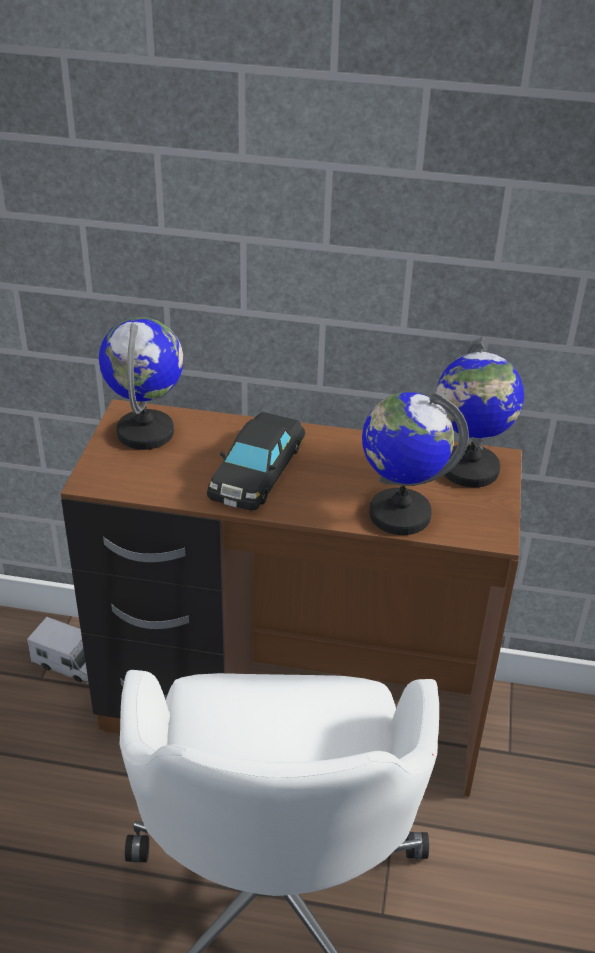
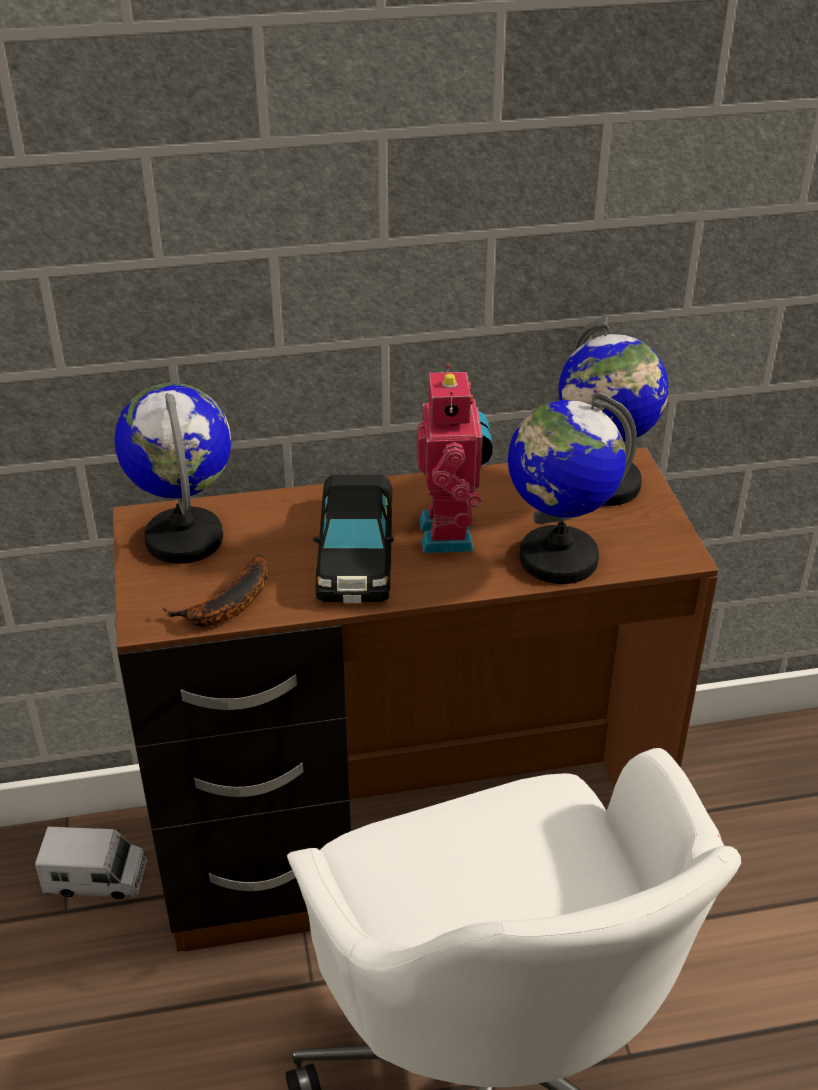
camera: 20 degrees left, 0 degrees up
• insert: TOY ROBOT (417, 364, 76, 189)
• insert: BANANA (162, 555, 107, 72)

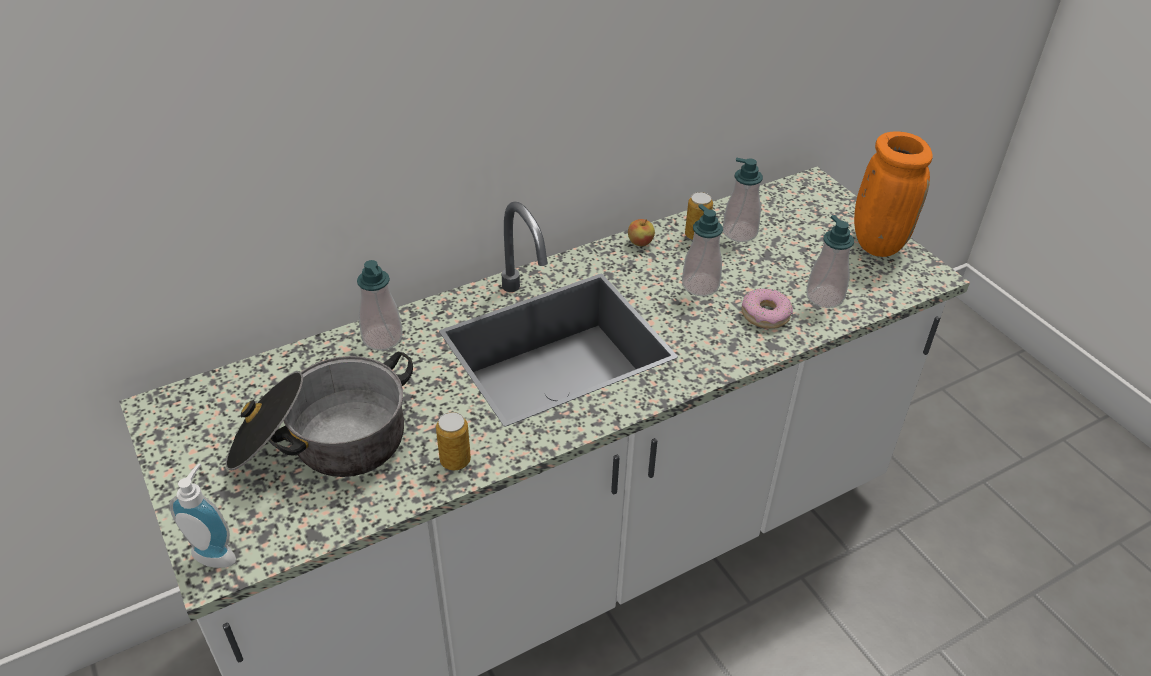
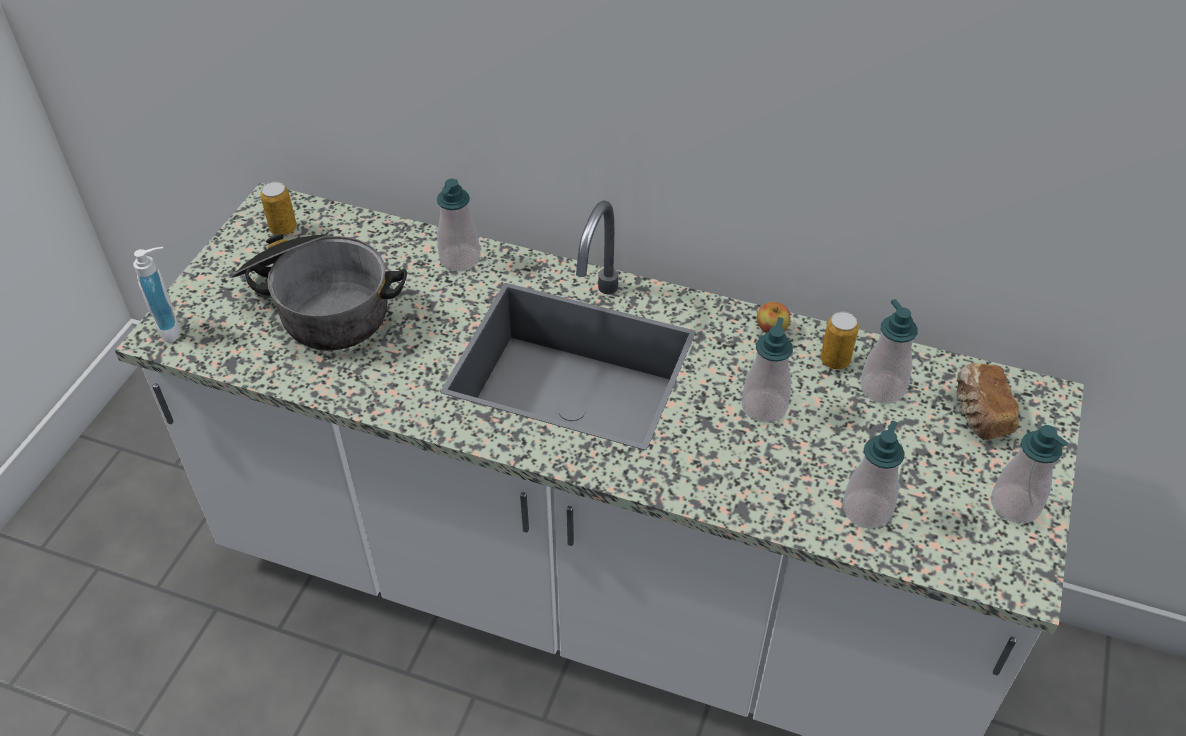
camera: 50 degrees right, 5 degrees up
• replace: ORANGE VASE (854, 131, 79, 126) to SOAP DISPENSER (991, 425, 77, 99)
• delete: DONUT (741, 288, 52, 41)
• move: CAN (436, 412, 35, 58) to (260, 182, 37, 54)
• insert: BREAD (957, 363, 62, 77)

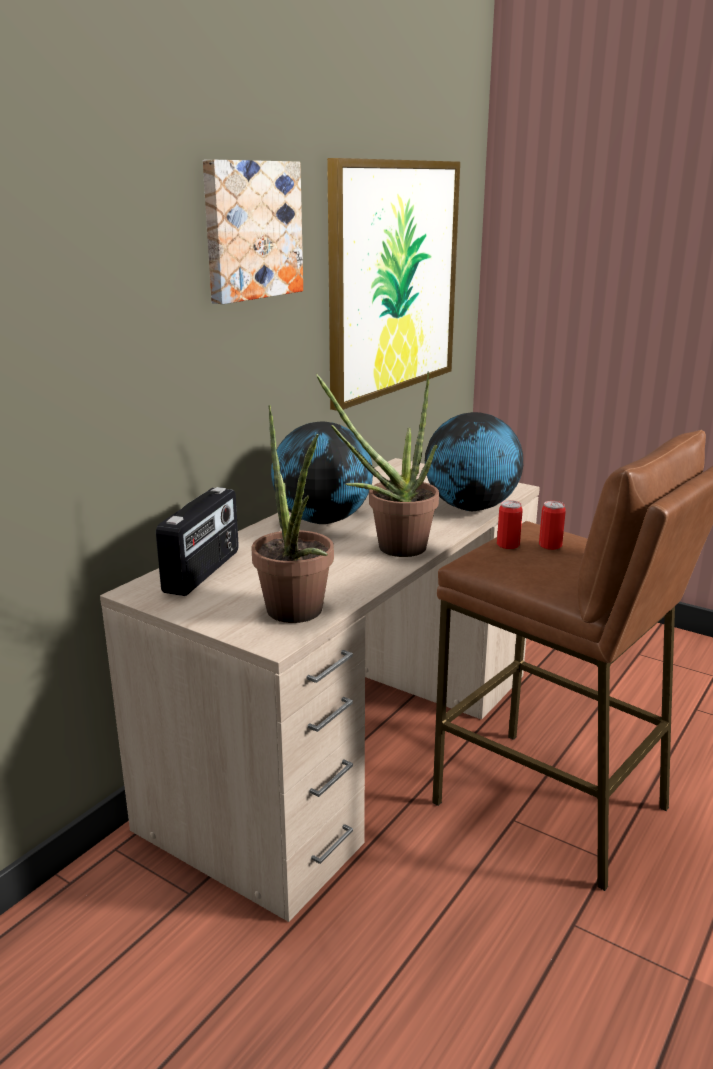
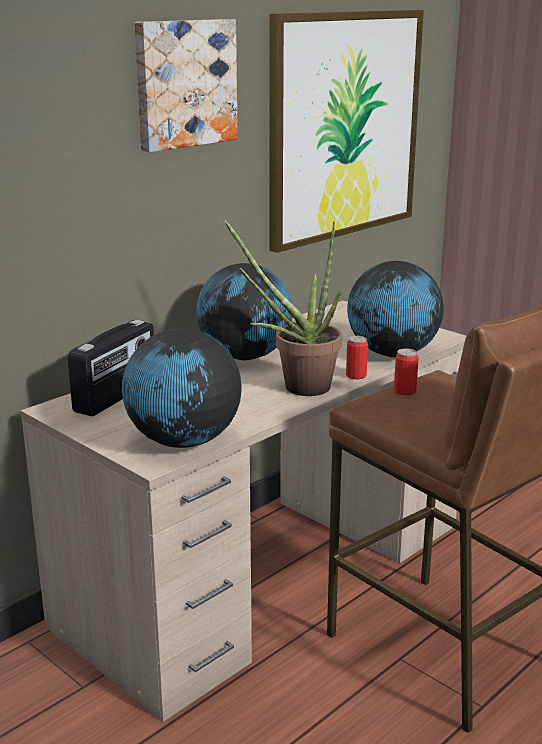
camera: 10 degrees right, 0 degrees up
• replace: POTTED PLANT (251, 405, 83, 218) to GLOBE (122, 328, 120, 120)
• move: CAN (539, 501, 27, 49) to (346, 336, 22, 43)

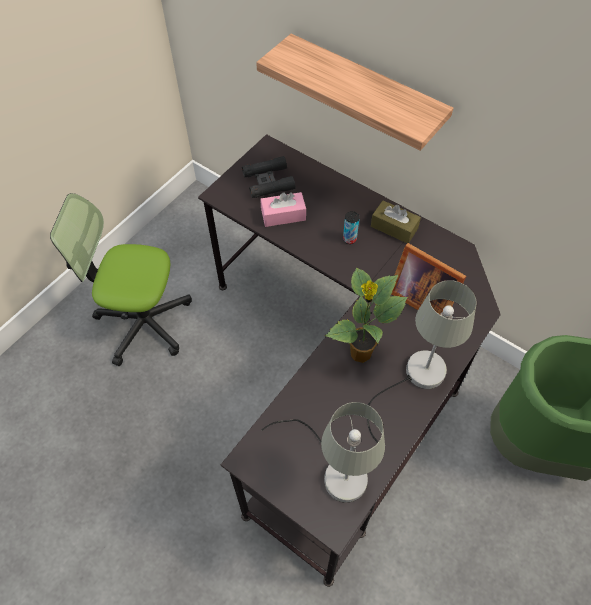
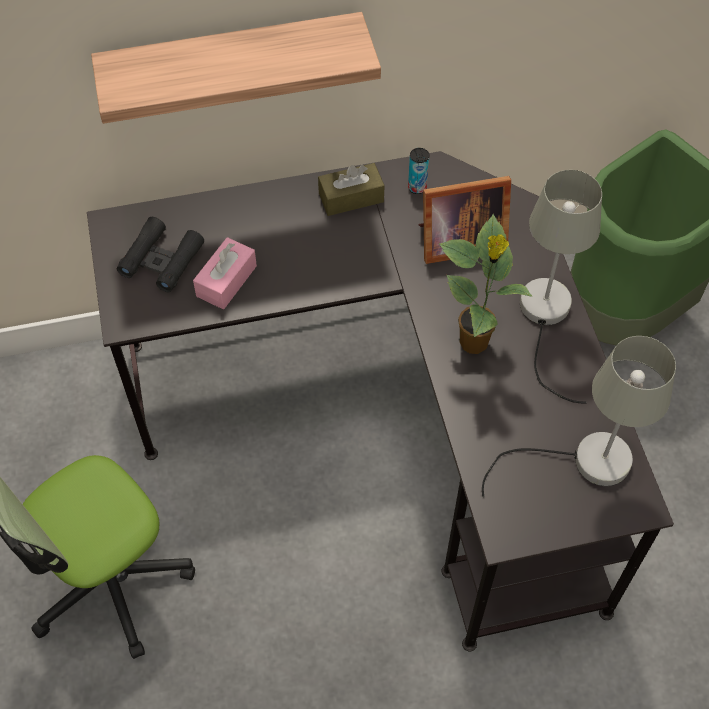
camera: 50 degrees left, 0 degrees up
• move: CAN (343, 211, 16, 33) to (408, 148, 21, 46)

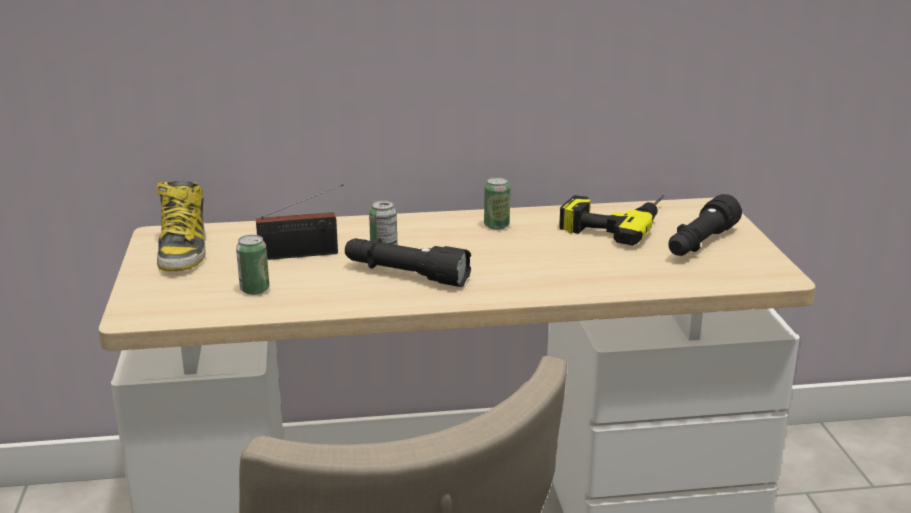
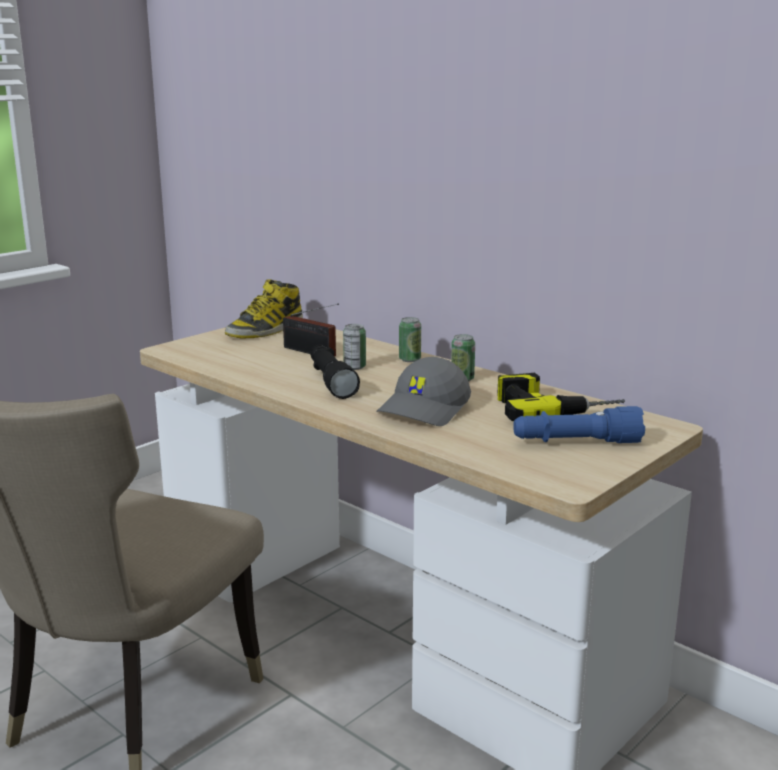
camera: 50 degrees right, 5 degrees down
• recolor: BLACK FLASHLIGHT (668, 194, 74, 62) to BLUE FLASHLIGHT (513, 406, 132, 37)
• move: CAN (236, 235, 33, 60) to (399, 317, 22, 45)
• insert: GREY CAP (376, 357, 95, 69)

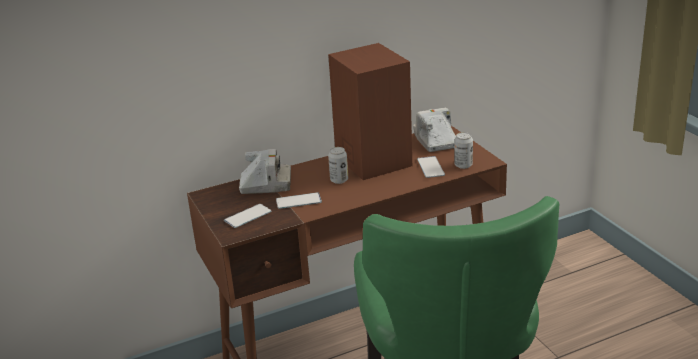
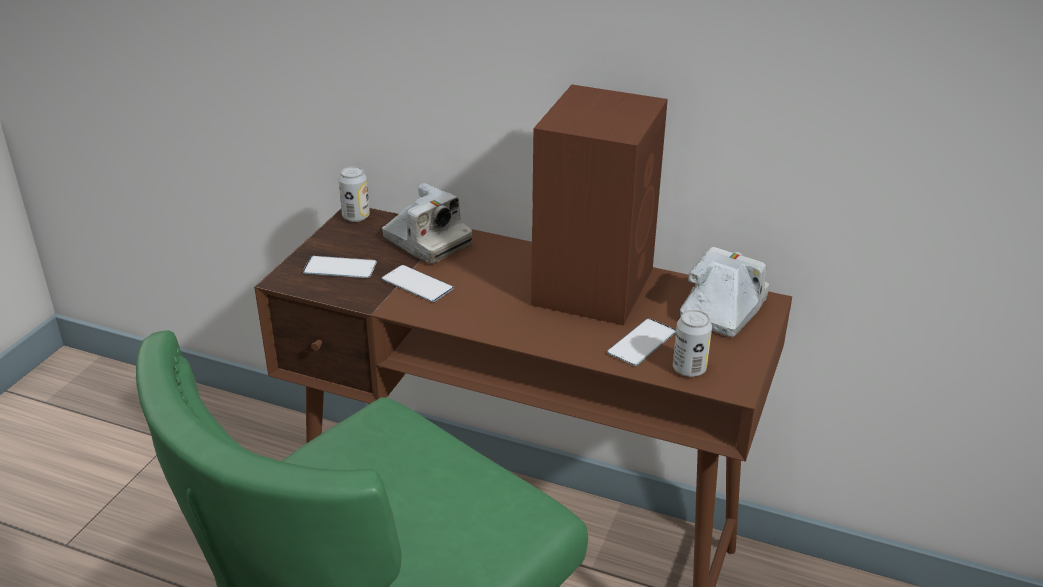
camera: 45 degrees right, 5 degrees up
• move: CAN (328, 147, 20, 37) to (338, 166, 32, 56)

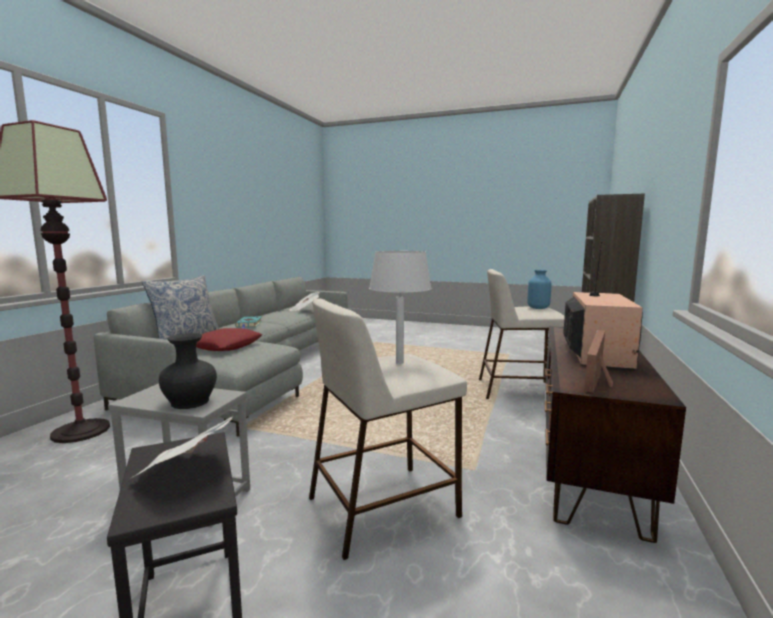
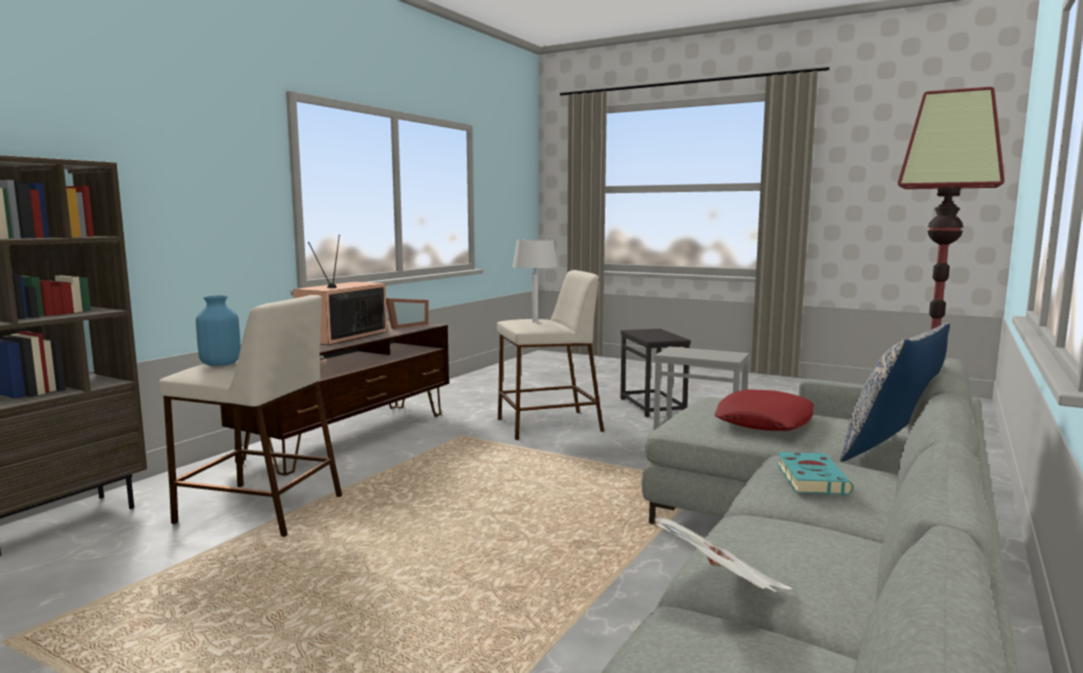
camera: 170 degrees left, 0 degrees up
• delete: BLACK VASE (159, 333, 58, 76)
• delete: NEWSPAPER (131, 416, 102, 62)

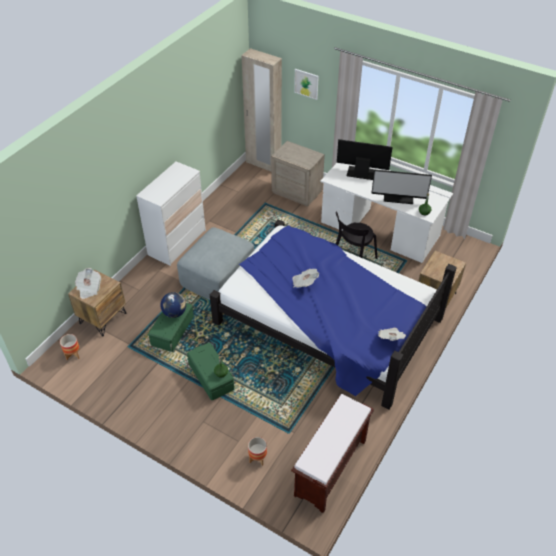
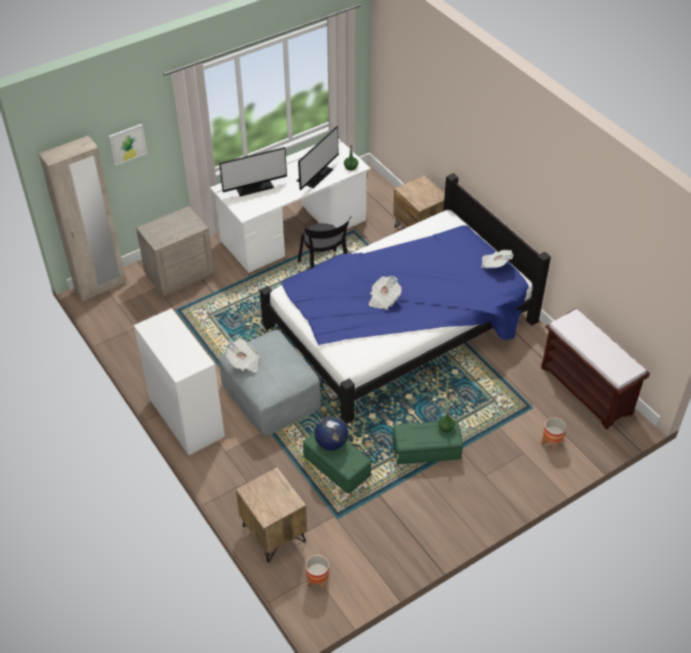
camera: 65 degrees left, 0 degrees up
• rotate: MONITOR (337, 139, 56, 41) = (219, 147, 68, 49) 150 degrees counterclockwise
• move: NEWSPAPER (75, 268, 26, 31) to (226, 340, 34, 32)

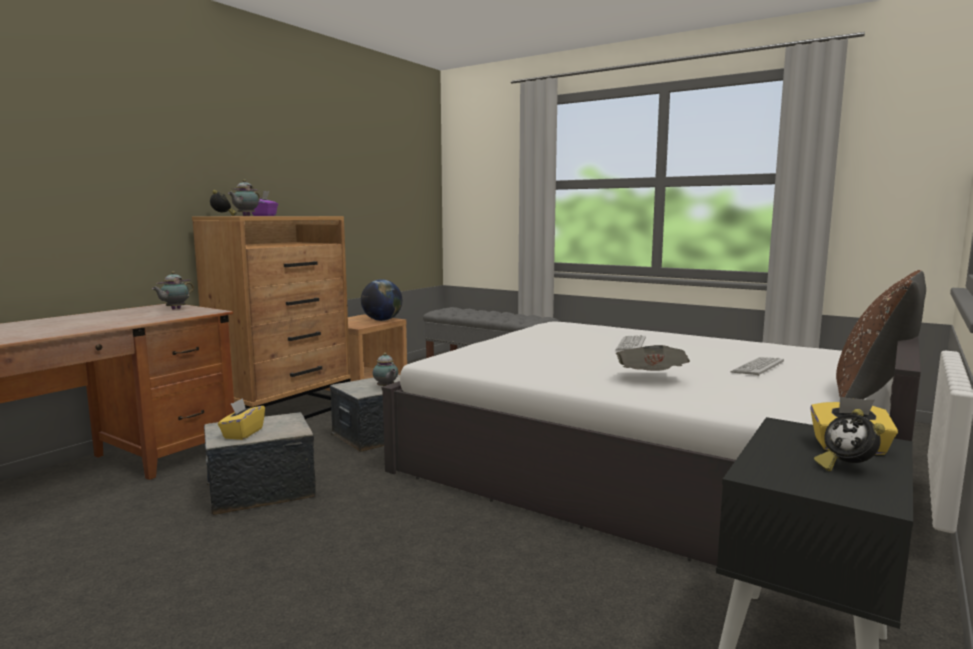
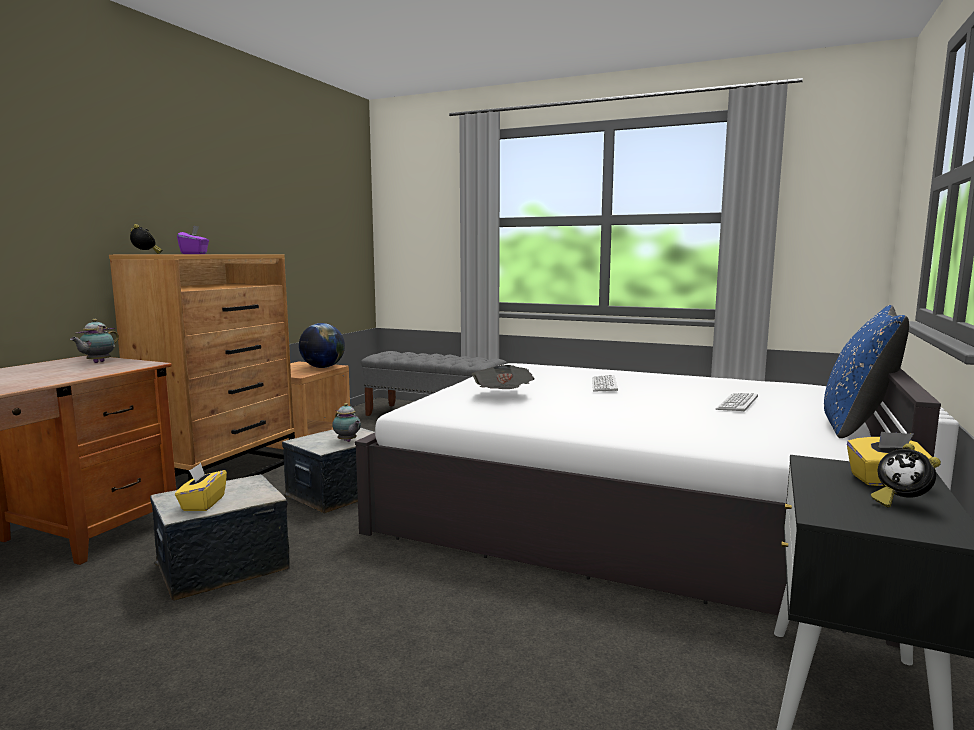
camera: 10 degrees left, 0 degrees up
• delete: TEAPOT (228, 180, 32, 36)
• recolor: BROWN PILLOW (836, 270, 90, 129) to BLUE PILLOW (824, 305, 85, 133)
• move: NEWSPAPER (616, 345, 74, 26) to (472, 365, 63, 24)

